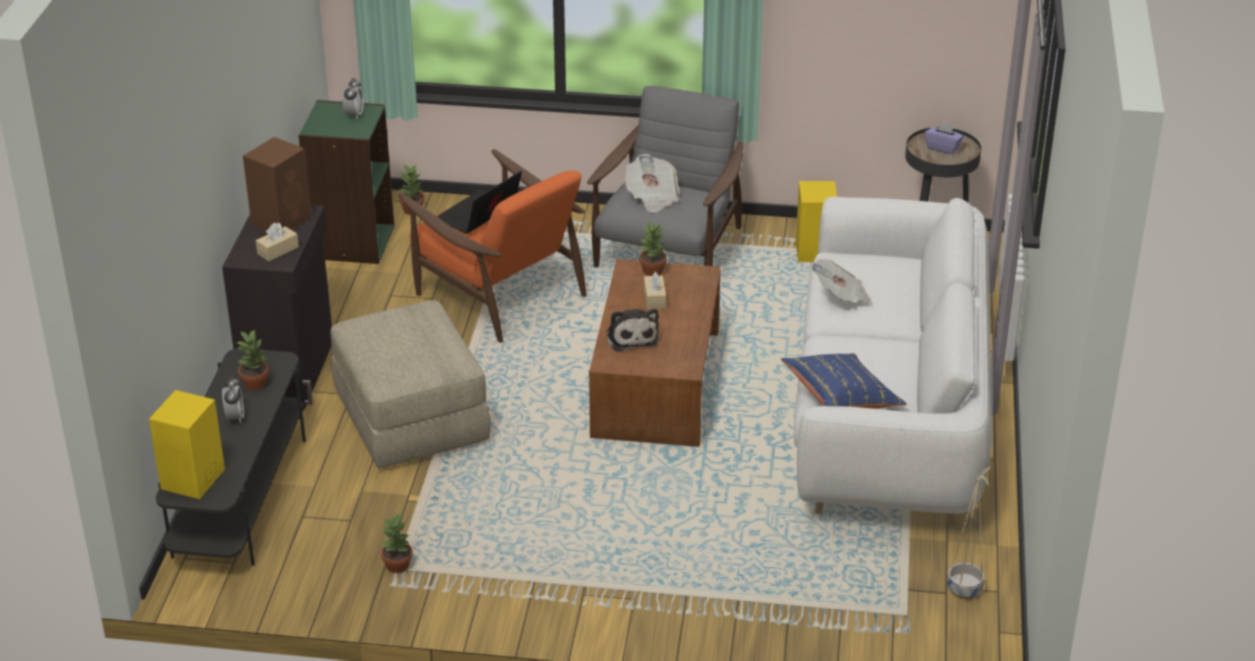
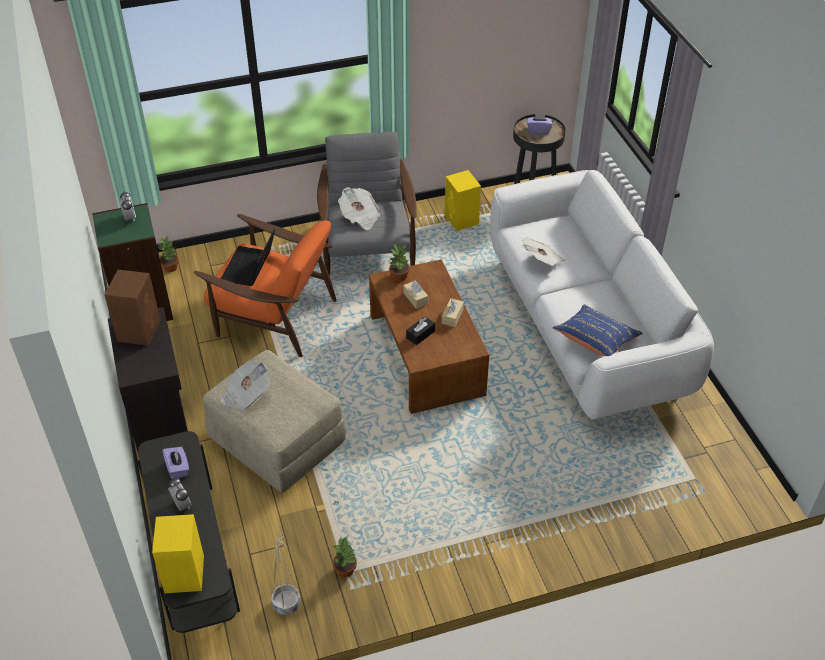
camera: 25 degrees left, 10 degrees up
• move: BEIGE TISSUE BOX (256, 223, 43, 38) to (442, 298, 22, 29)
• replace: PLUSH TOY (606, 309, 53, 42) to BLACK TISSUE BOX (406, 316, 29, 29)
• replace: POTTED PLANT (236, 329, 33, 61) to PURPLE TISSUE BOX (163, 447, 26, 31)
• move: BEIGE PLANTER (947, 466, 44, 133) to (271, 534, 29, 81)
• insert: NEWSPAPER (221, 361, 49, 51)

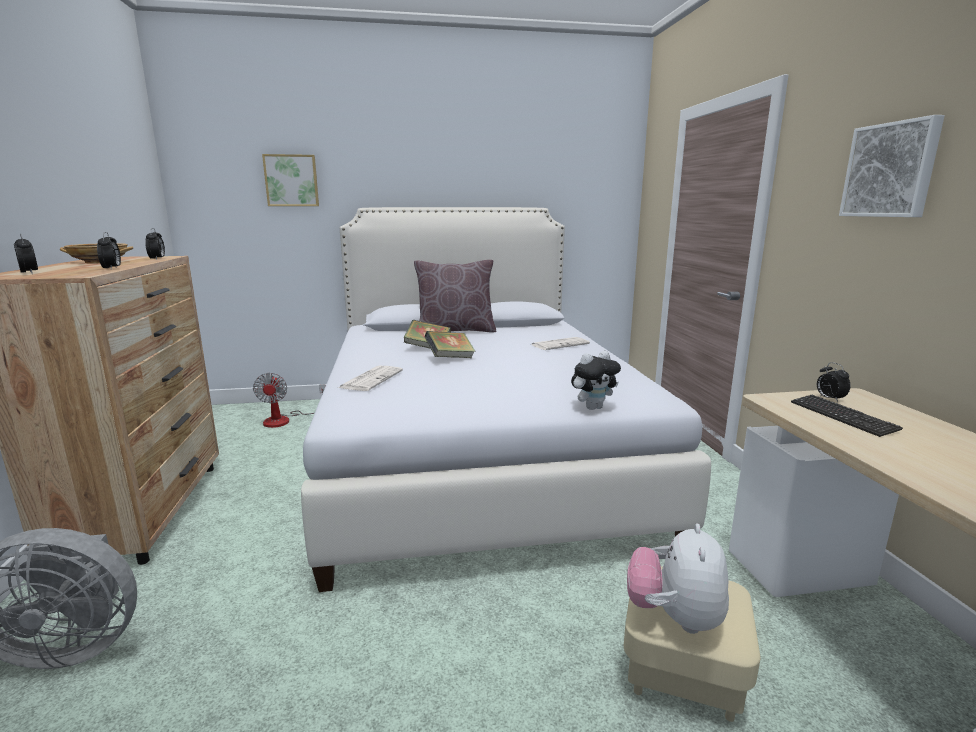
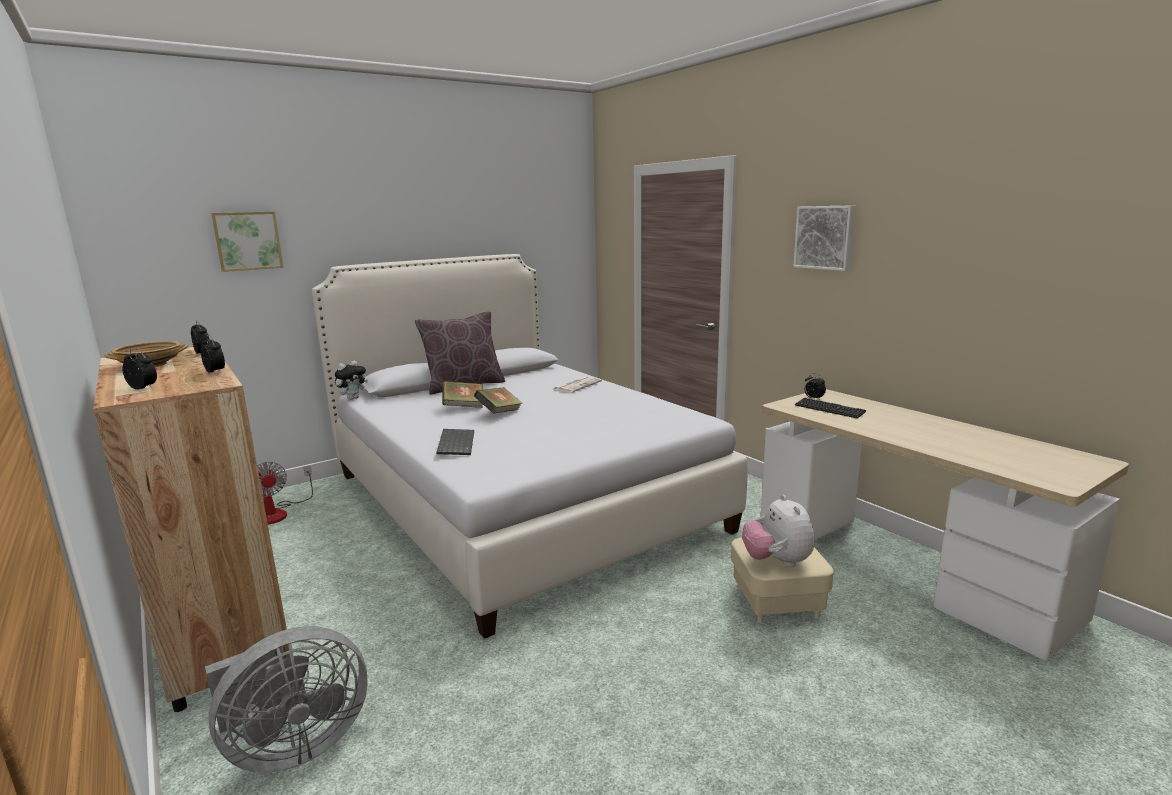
camera: 25 degrees left, 0 degrees up
• move: PLUSH TOY (571, 351, 50, 59) to (335, 360, 33, 40)
• replace: NEWSPAPER (338, 366, 65, 25) to KEYBOARD (437, 429, 37, 26)

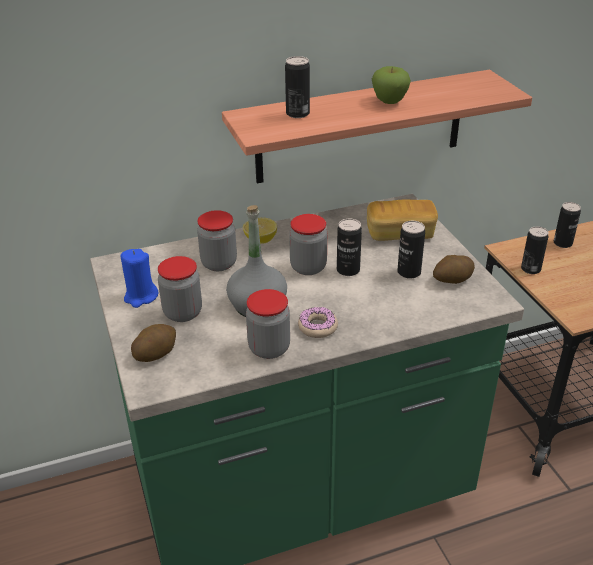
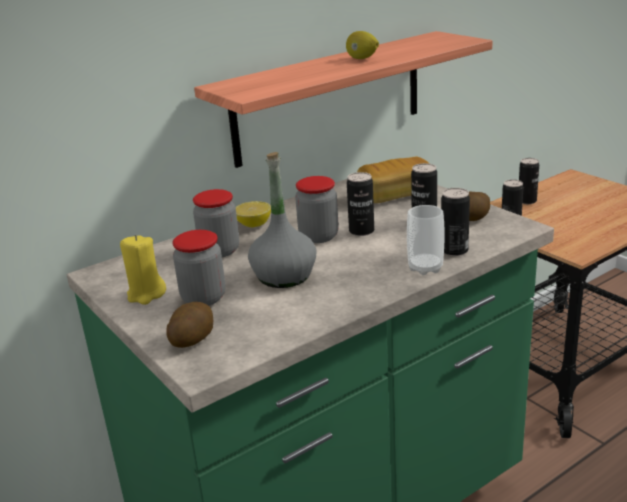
camera: 15 degrees left, 10 degrees down
• move: CAN (285, 56, 25, 62) to (441, 188, 29, 68)
• replace: APPLE (372, 66, 39, 38) to LEMON (346, 31, 33, 28)
• recolor: BLUE CANDLE (121, 249, 38, 59) to YELLOW CANDLE (120, 235, 46, 70)
• delete: JAR (246, 289, 44, 70)
• delete: DONUT (298, 307, 40, 31)
• insert: CUP (407, 205, 38, 70)

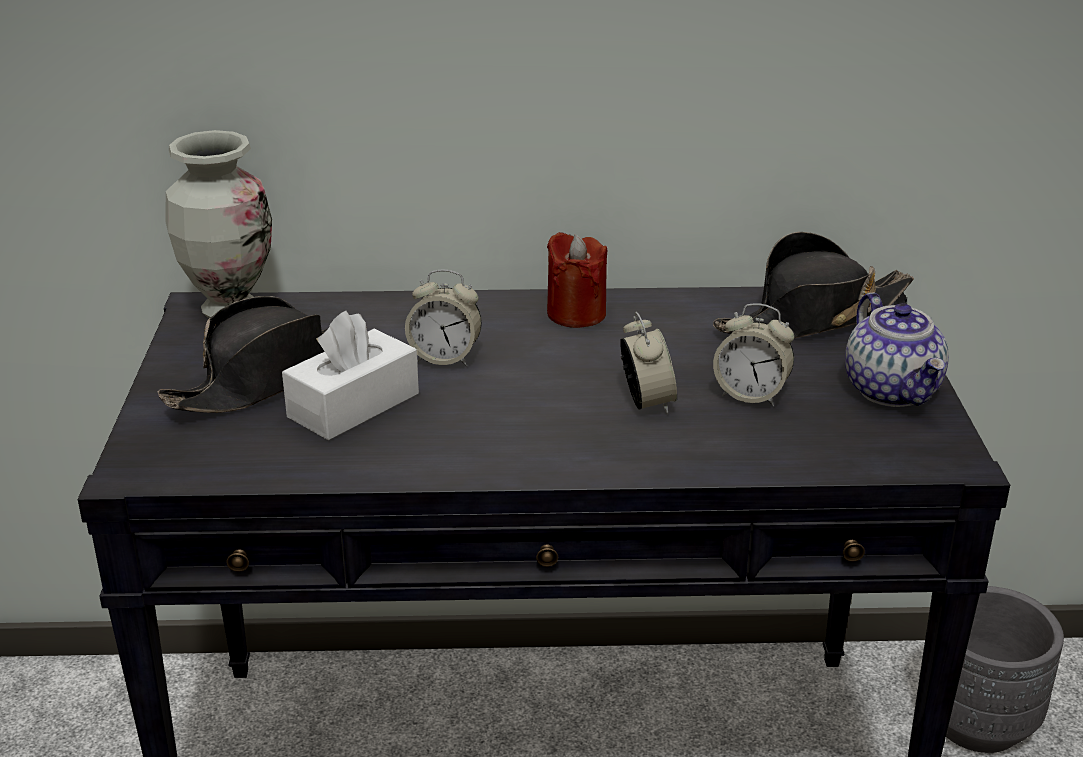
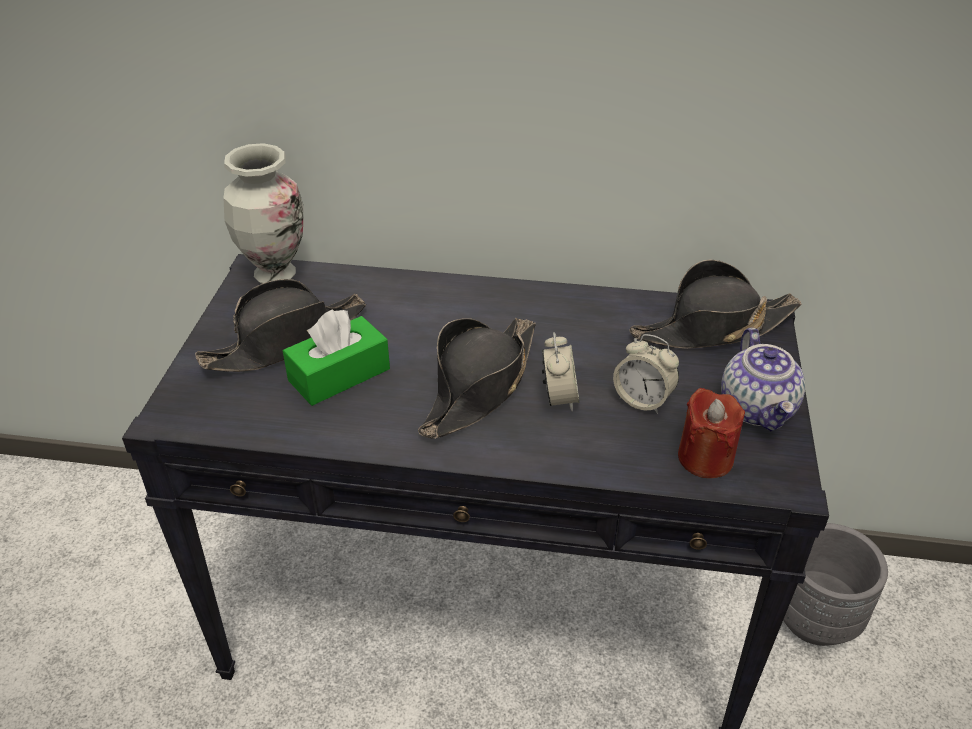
camera: 10 degrees right, 10 degrees up
• move: RED CANDLE (547, 232, 60, 96) to (678, 388, 67, 90)
• delete: ALARM CLOCK (405, 269, 77, 97)
• recolor: WHITE TISSUE BOX (282, 311, 137, 129) to GREEN TISSUE BOX (283, 310, 107, 96)
• insert: BLACK HAT (418, 318, 118, 121)

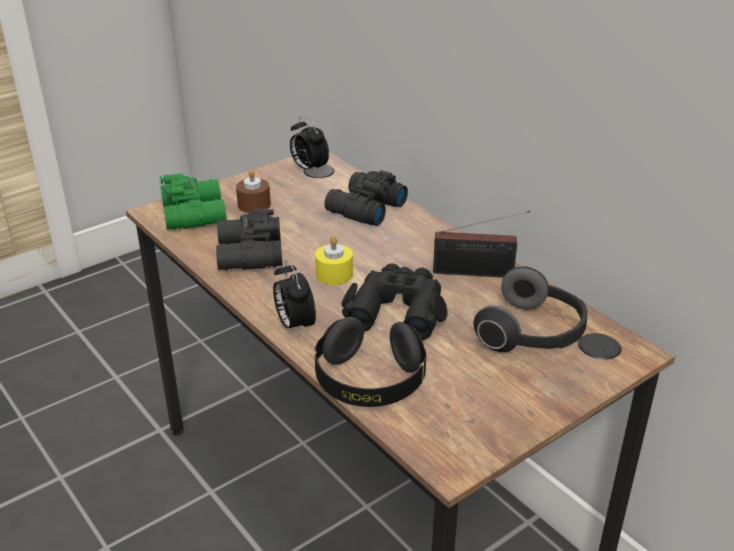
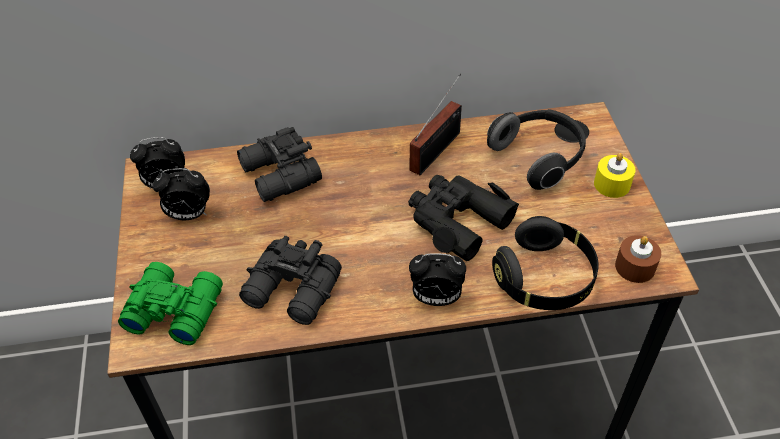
camera: 60 degrees left, 15 degrees up
• move: BROWN CANDLE (236, 169, 35, 44) to (615, 235, 46, 48)
• move: YELLOW CANDLE (315, 236, 38, 49) to (594, 153, 42, 45)
• insert: ALARM CLOCK (152, 168, 58, 52)

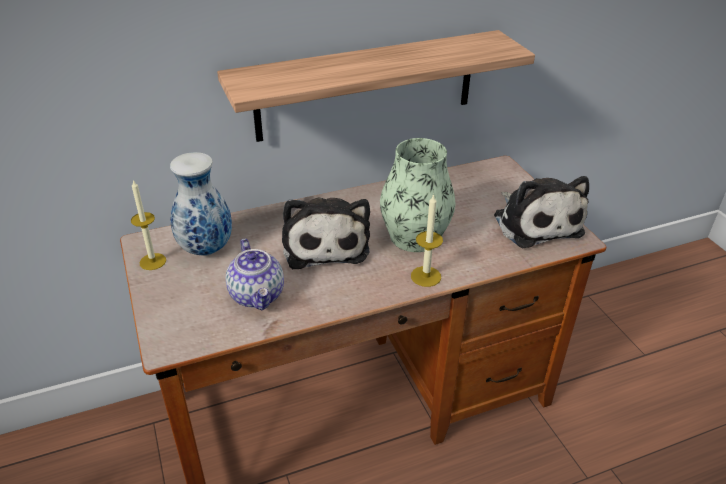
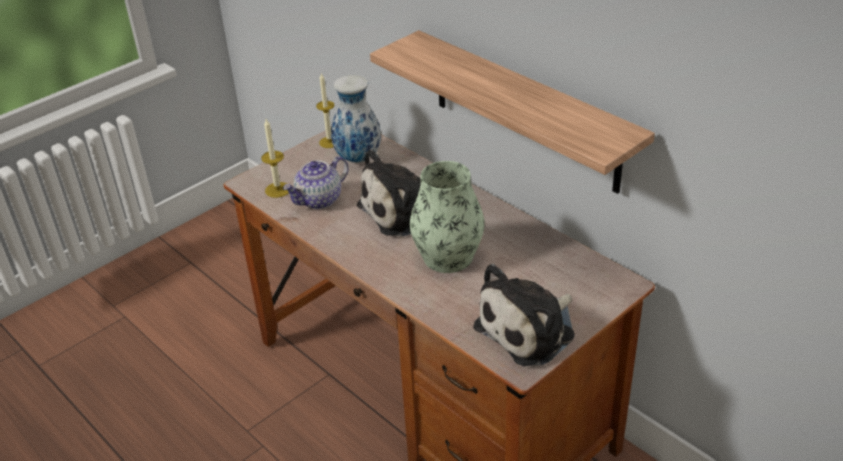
camera: 70 degrees right, 0 degrees up
• move: CANDLE (411, 194, 32, 93) to (261, 119, 28, 79)

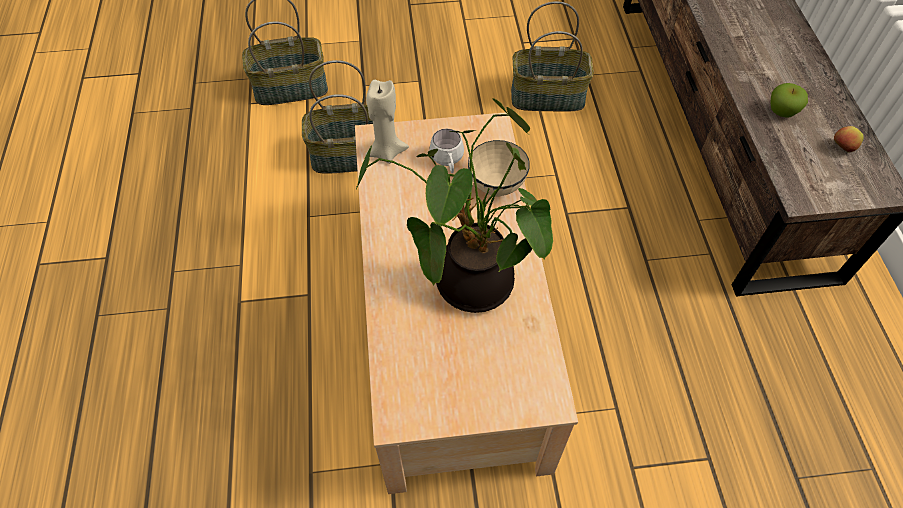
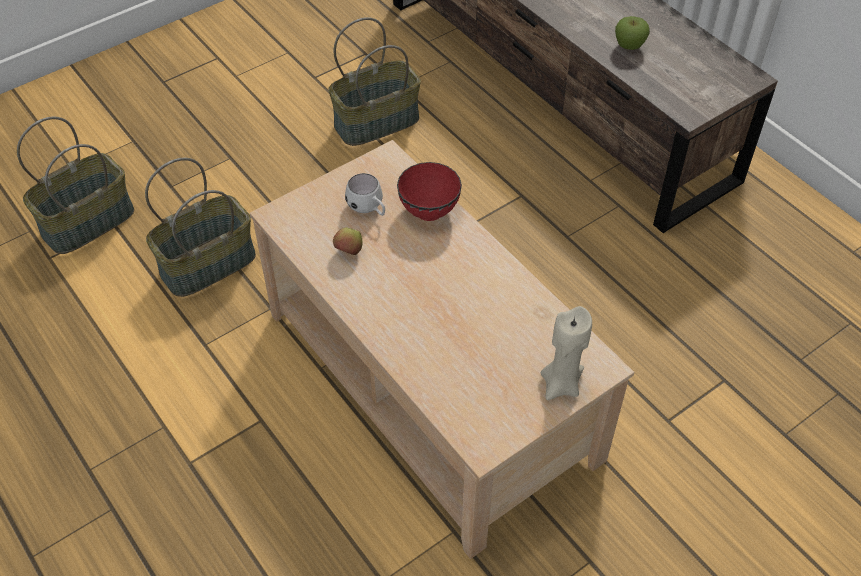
camera: 30 degrees left, 5 degrees down
• move: BEIGE CANDLE (365, 80, 44, 84) to (541, 306, 51, 94)
• delete: POTTED PLANT (356, 98, 197, 215)
• move: APPLE (834, 126, 29, 27) to (333, 227, 30, 28)
• recolor: BEIGE BOWL (468, 140, 62, 57) to RED BOWL (397, 162, 65, 59)

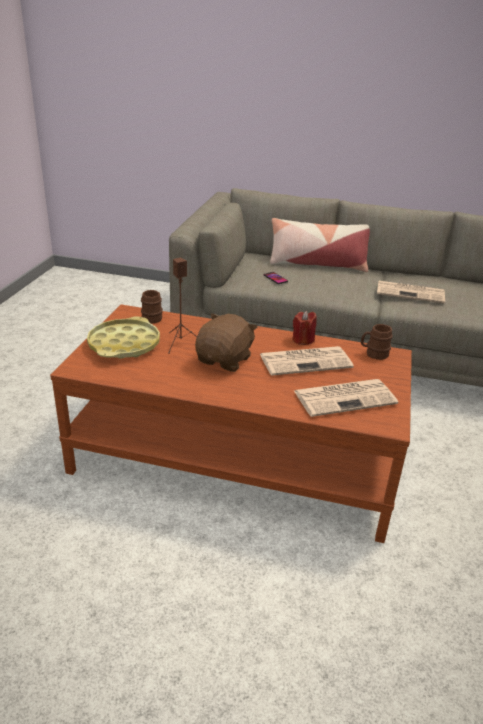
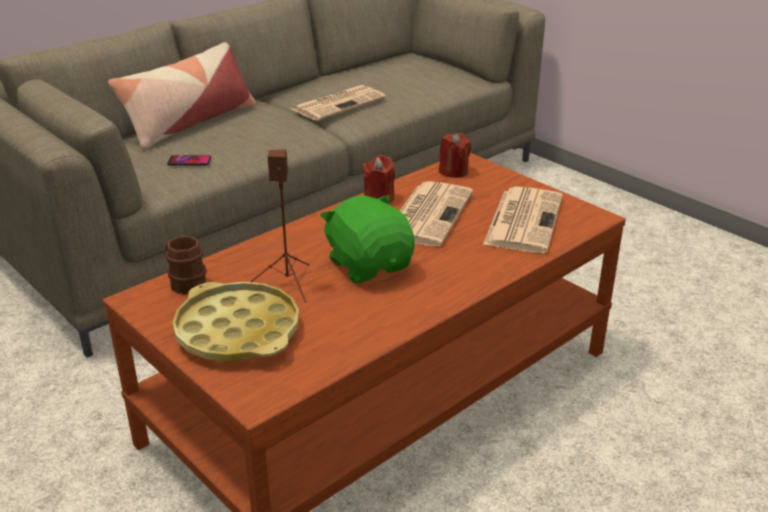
camera: 55 degrees left, 0 degrees up
• recolor: BROWN PLUSH TOY (195, 313, 63, 59) to GREEN PLUSH TOY (320, 195, 95, 88)
• replace: BROWN MUG (361, 324, 32, 36) to RED CANDLE (439, 133, 32, 45)

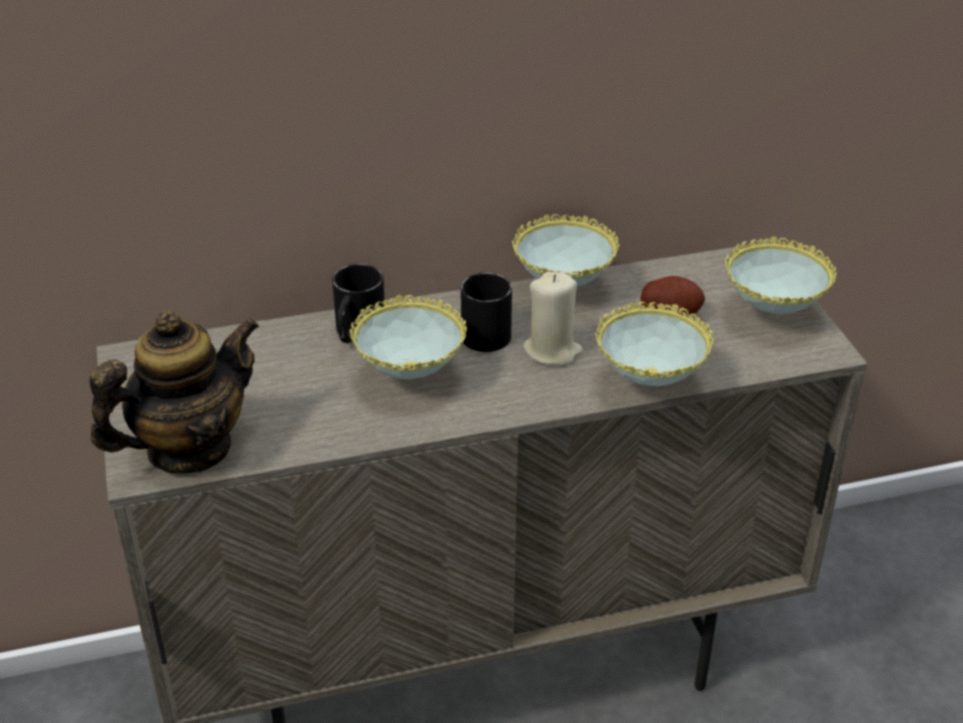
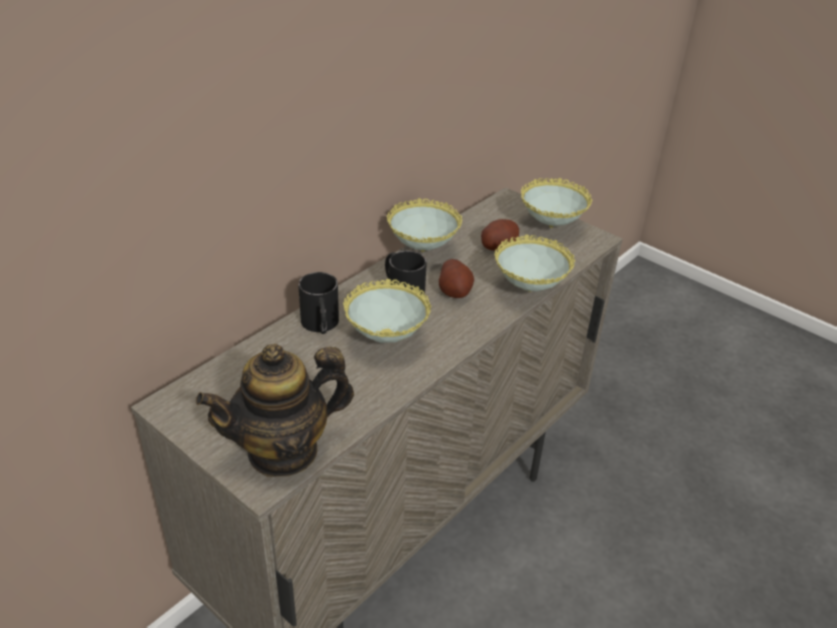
camera: 35 degrees left, 0 degrees up
• replace: BEIGE CANDLE (523, 272, 60, 93) to POTATO (439, 259, 35, 39)
• rotate: TEAPOT (89, 310, 170, 164) = (196, 344, 158, 133) 135 degrees counterclockwise

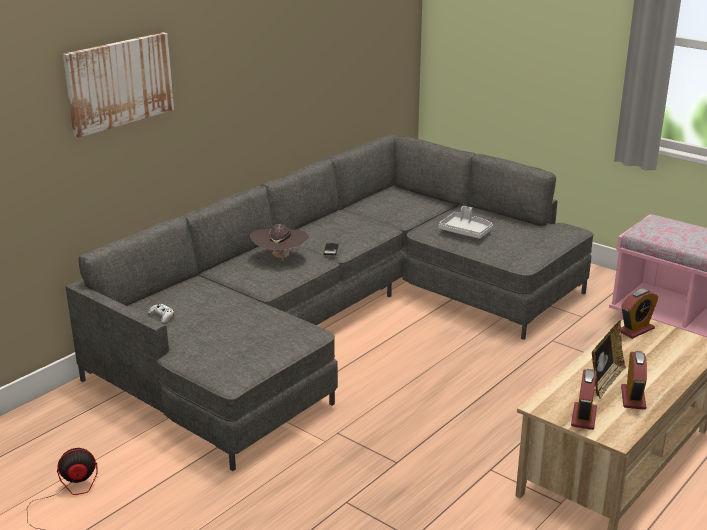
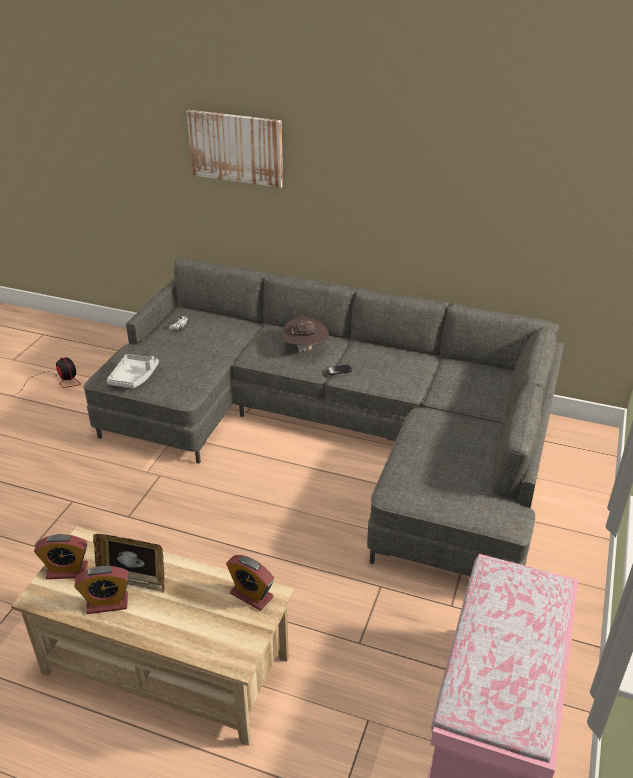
camera: 70 degrees right, 10 degrees up
• move: GREY TRAY (438, 206, 55, 33) to (107, 354, 52, 34)

